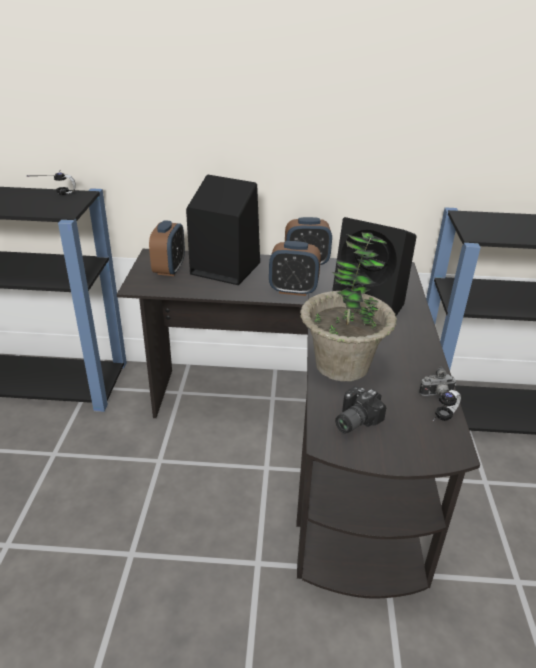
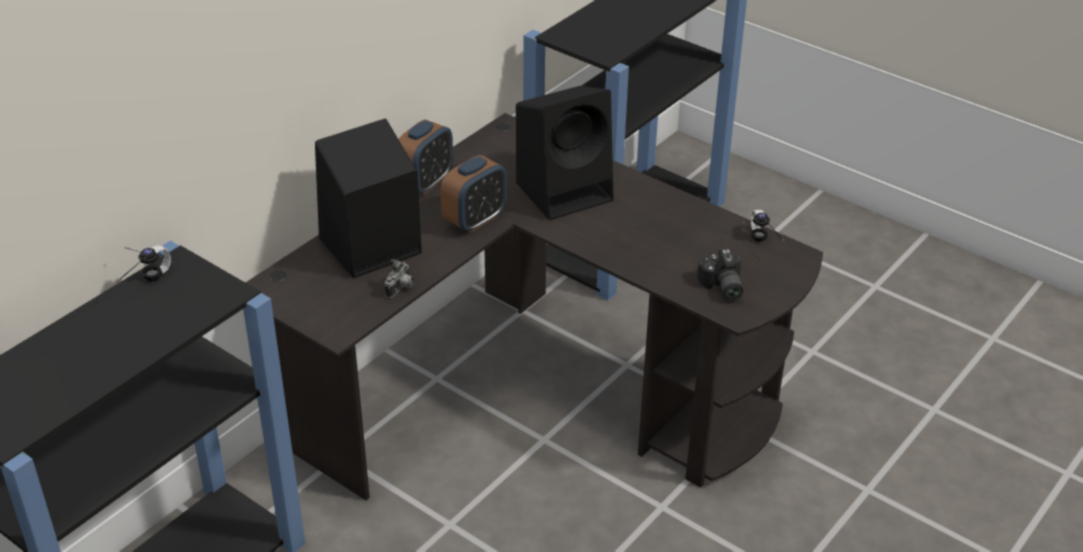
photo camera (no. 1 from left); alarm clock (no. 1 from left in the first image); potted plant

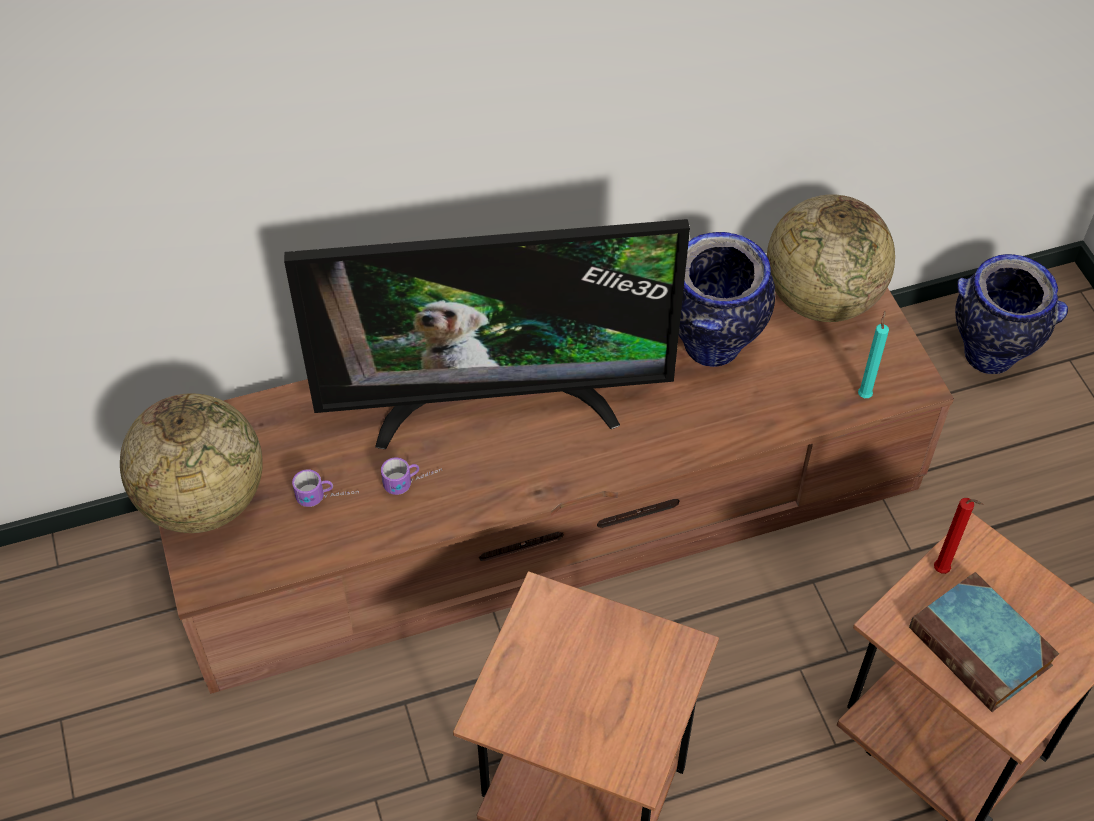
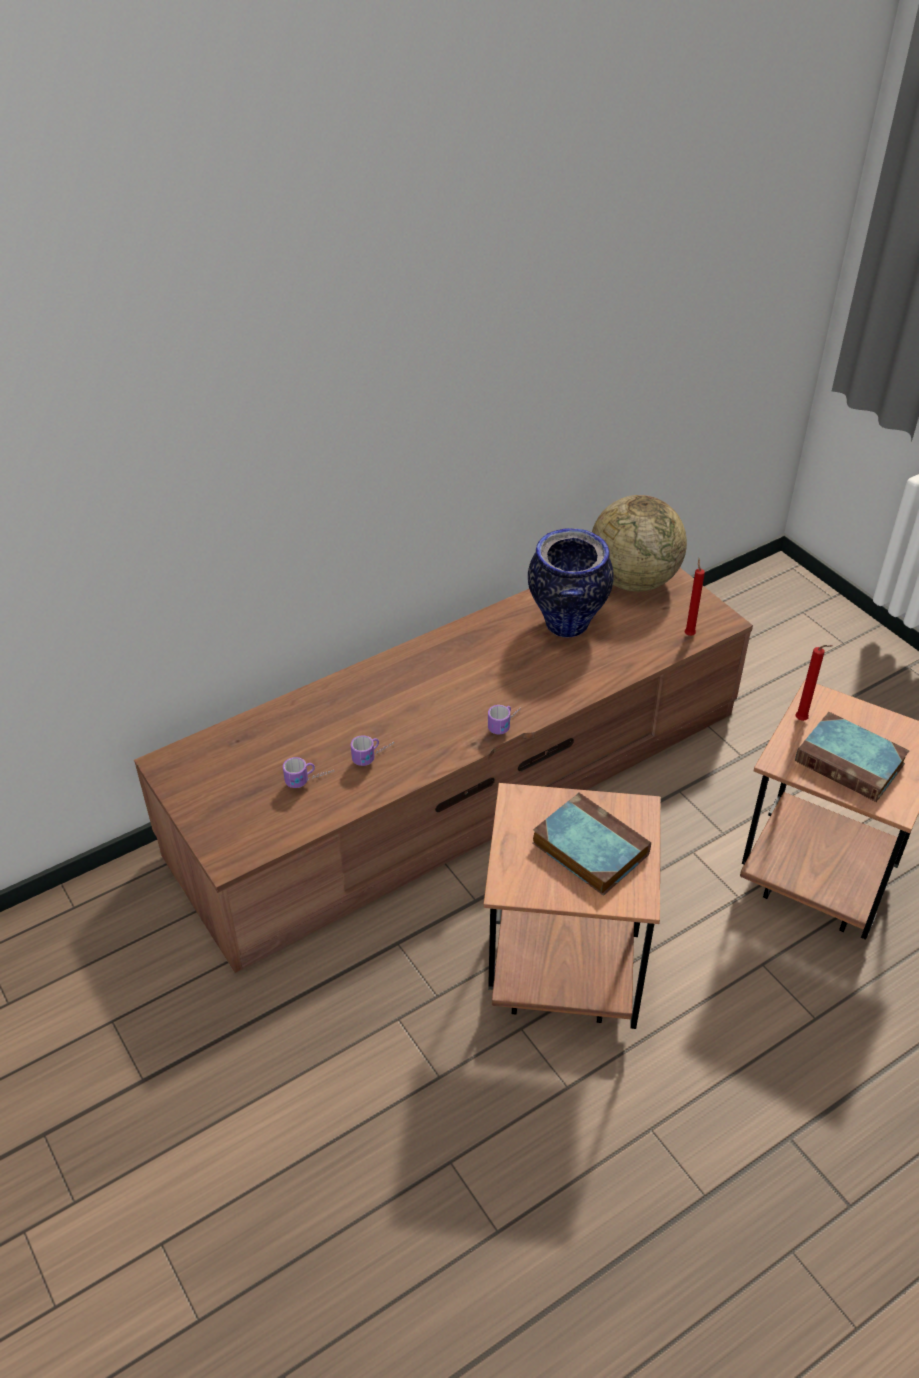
mug (no. 3 from left); book (no. 1 from left); red candle (no. 1 from left); globe (no. 1 from left in the first image); television; vase (no. 2 from left in the first image)

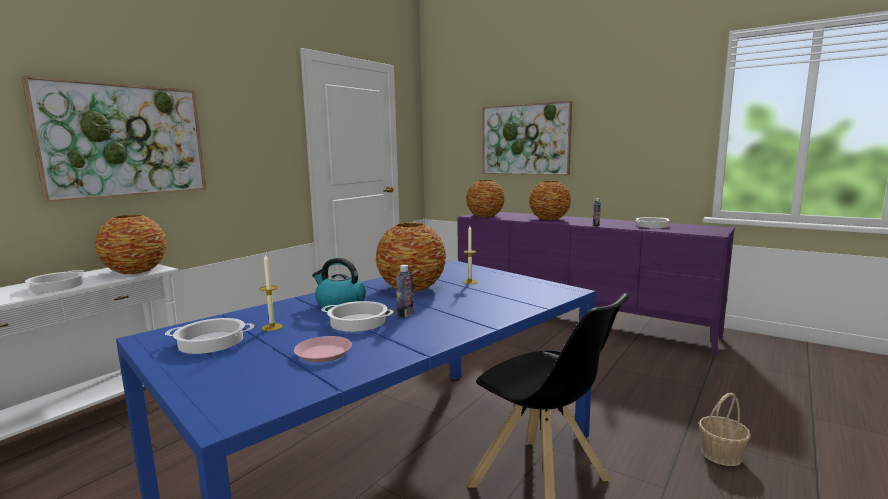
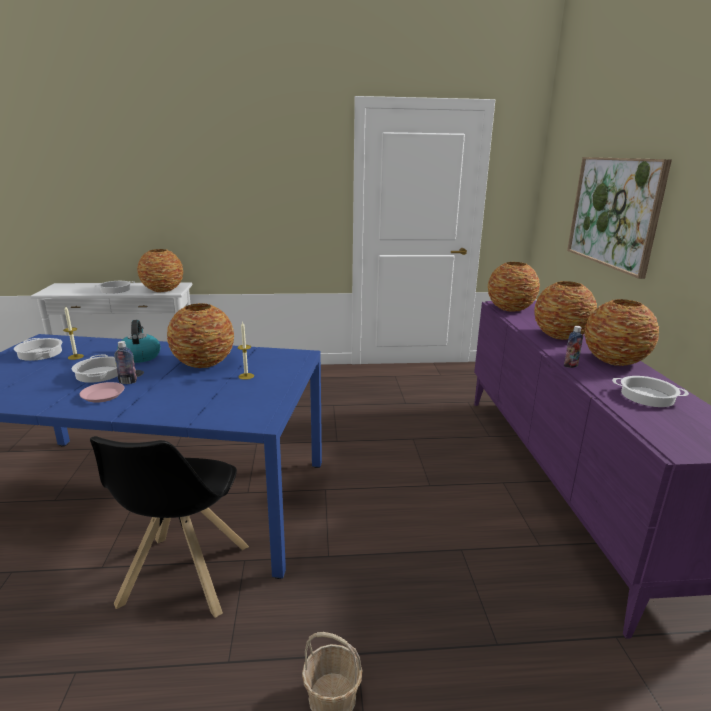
pink plate; vase (no. 5 from left); picture (no. 1 from left in the first image)

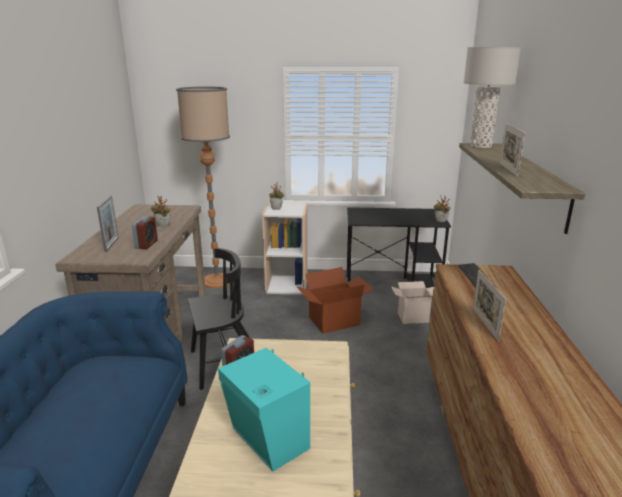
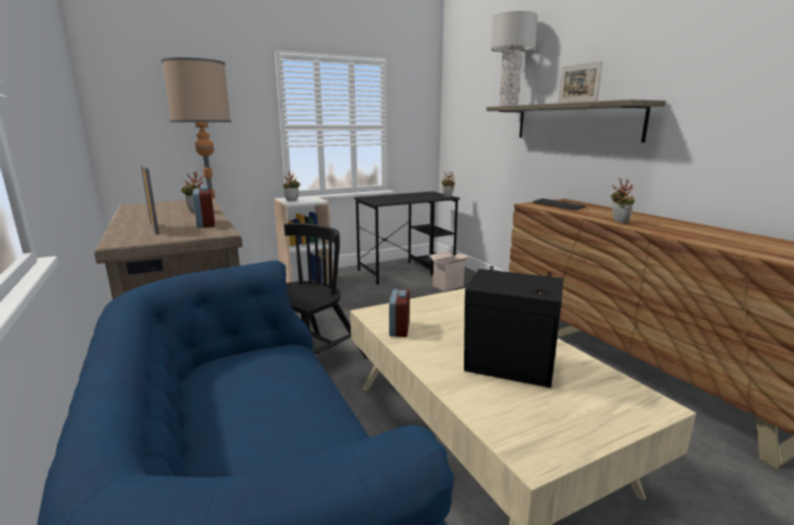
black speaker; potted plant (no. 4 from left); cardboard box (no. 1 from left in the first image)

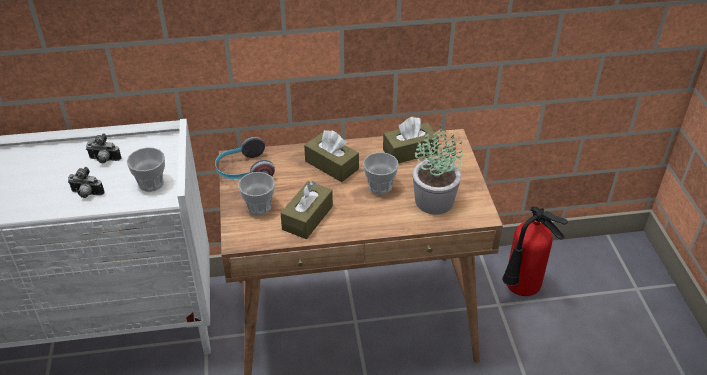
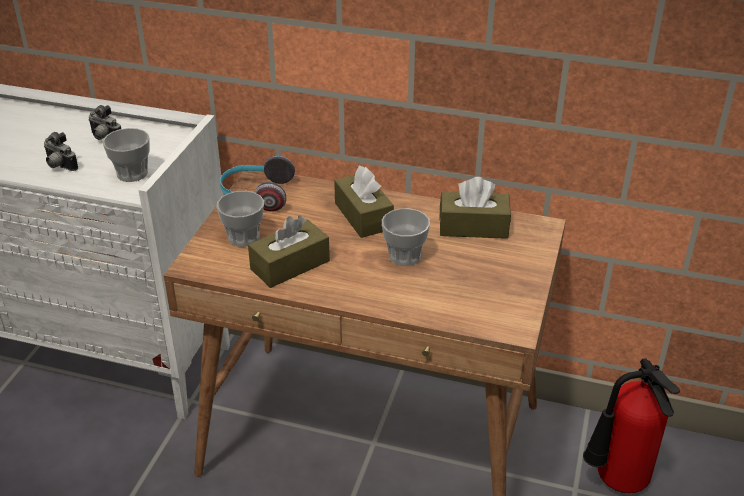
potted plant

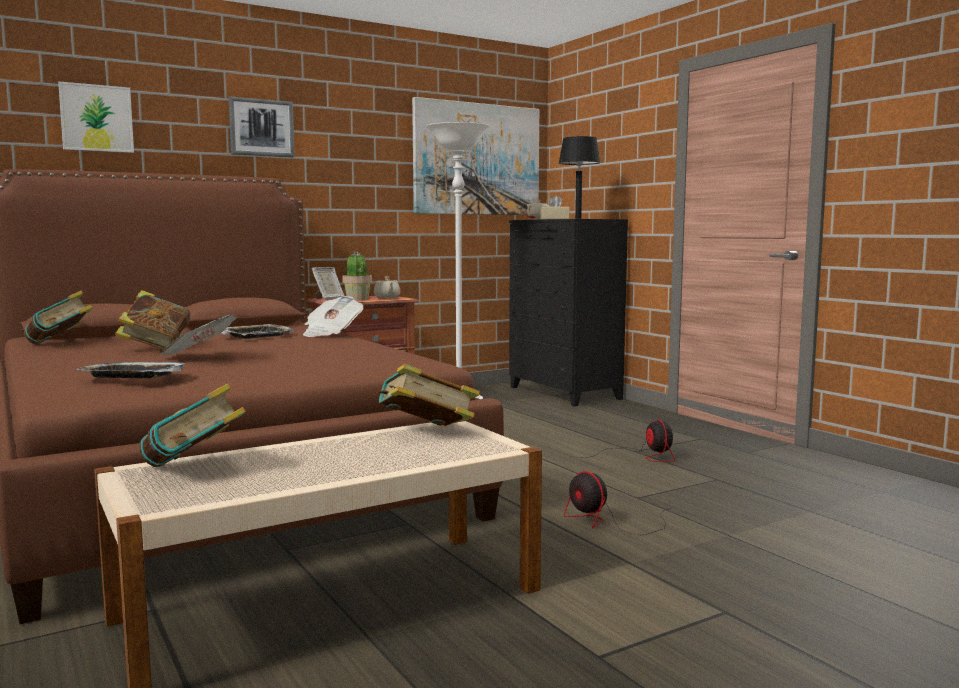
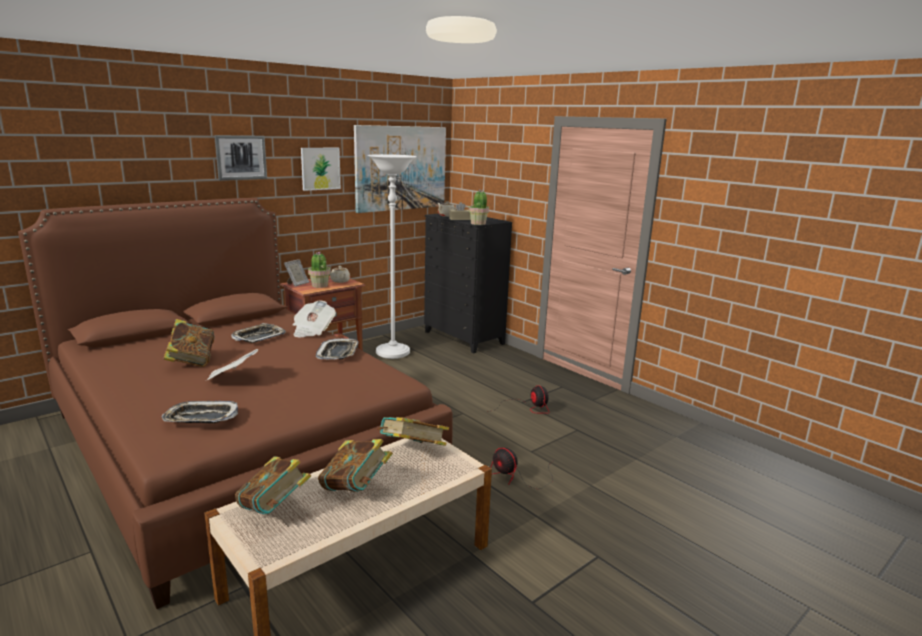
picture (no. 2 from left); tray (no. 3 from left); book (no. 3 from left); potted plant (no. 2 from left)

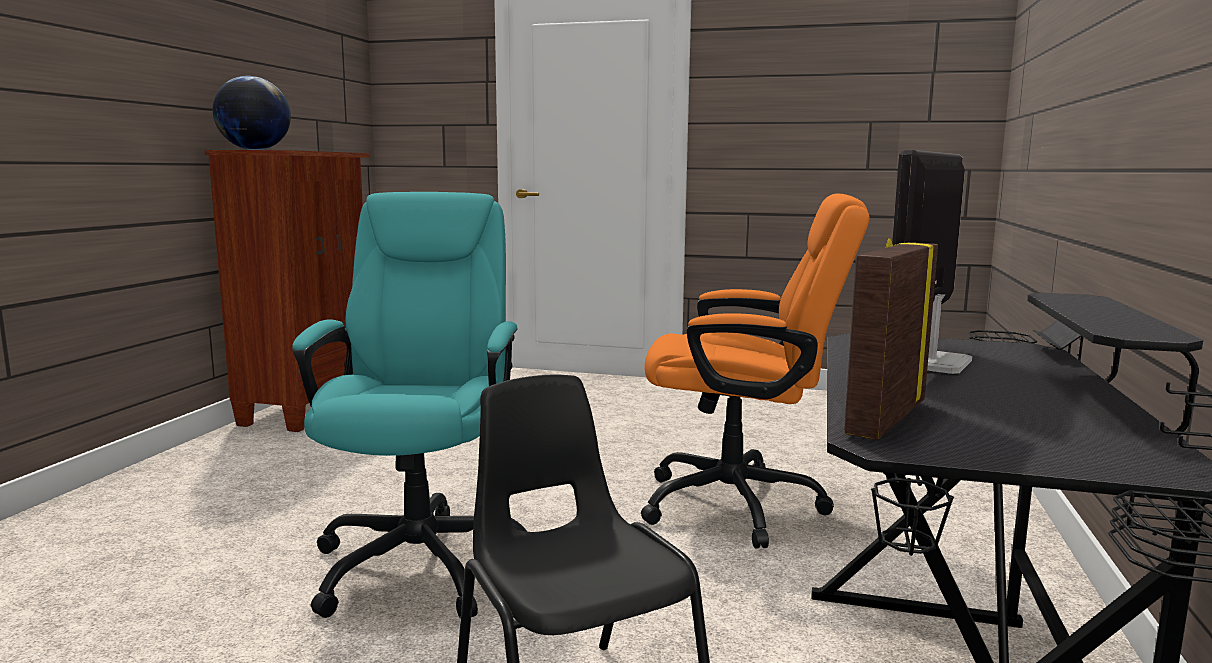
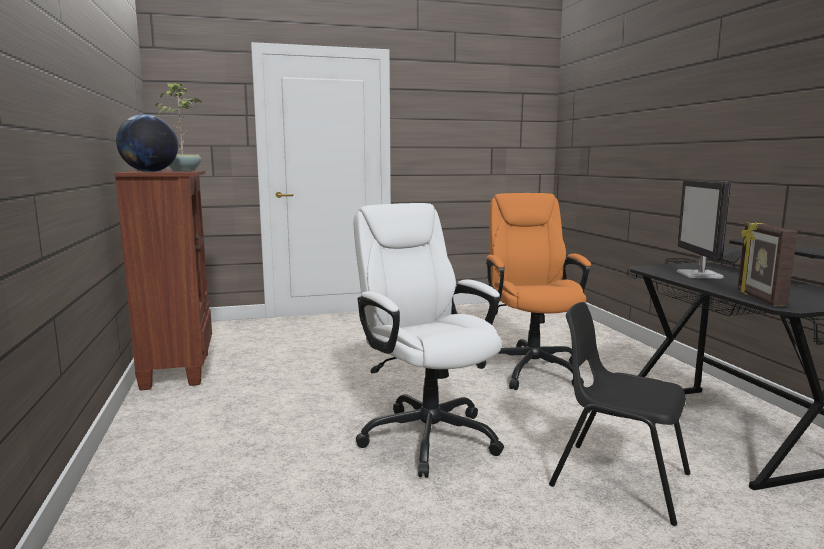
potted plant; white office chair; orange office chair

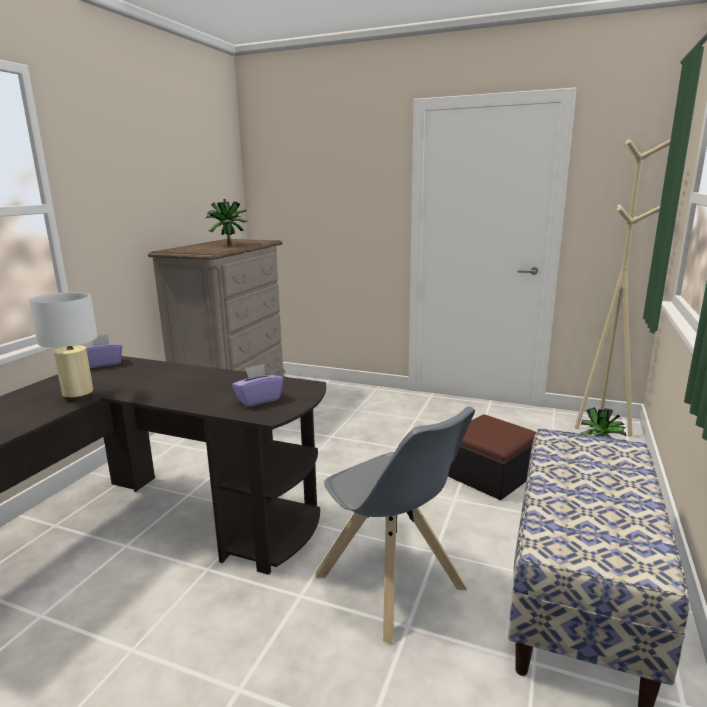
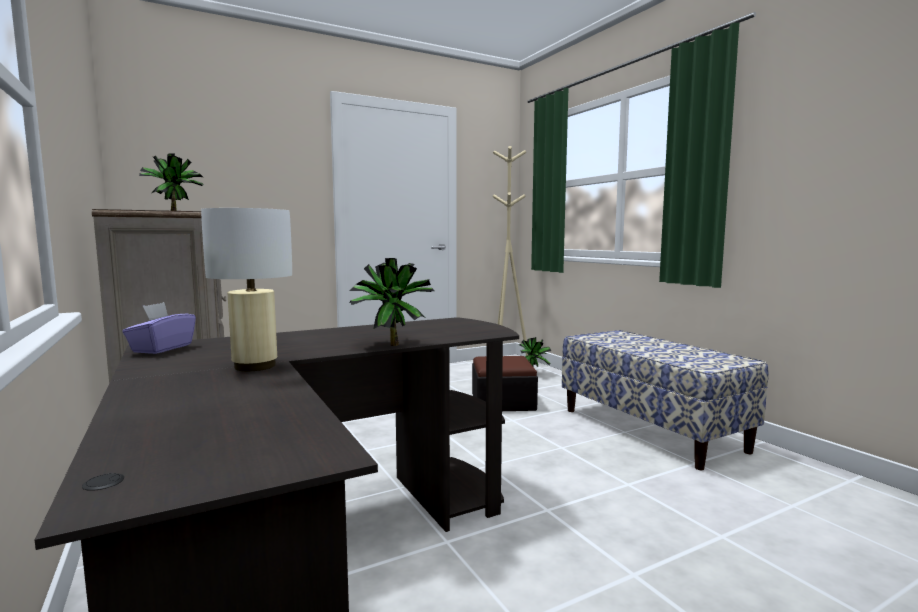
potted plant (no. 2 from left); purple tissue box (no. 2 from left in the first image); grey chair

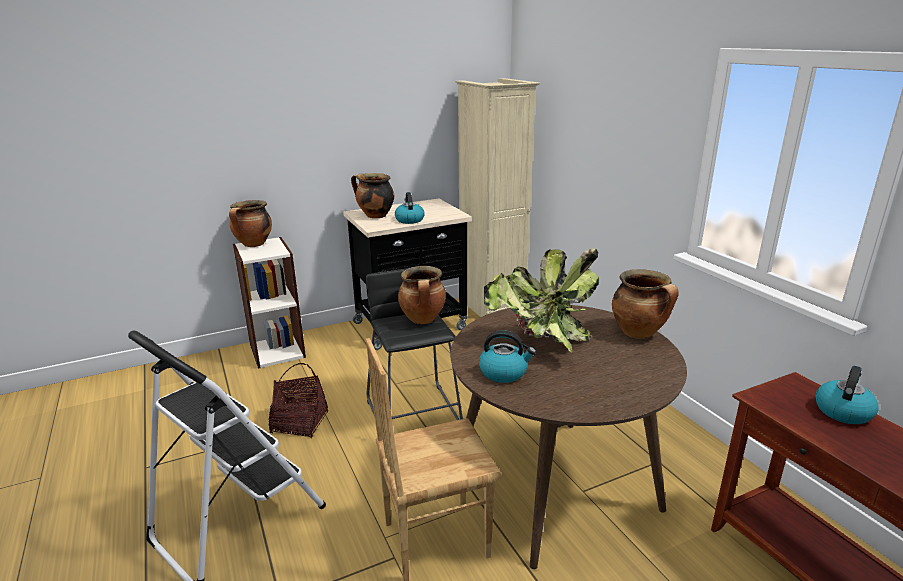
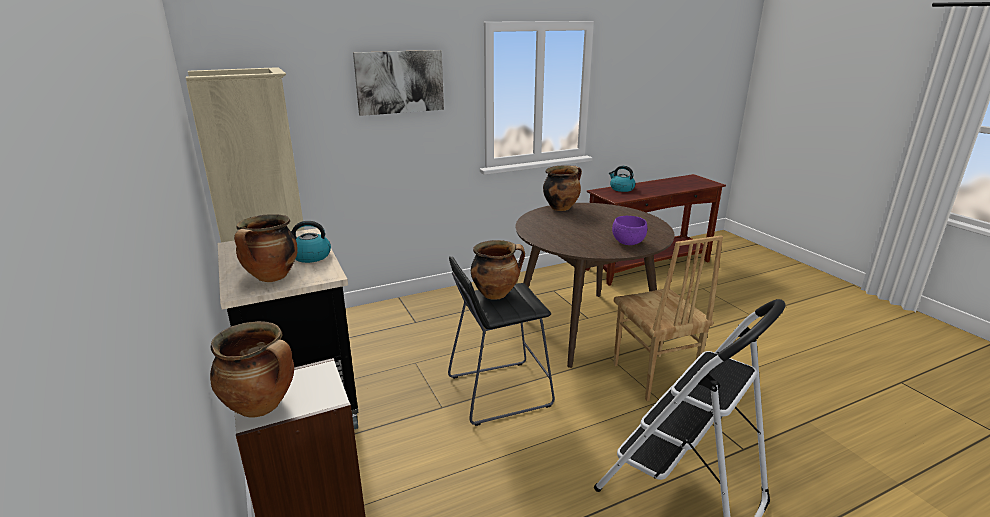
picture; purple bowl; basket; potted plant

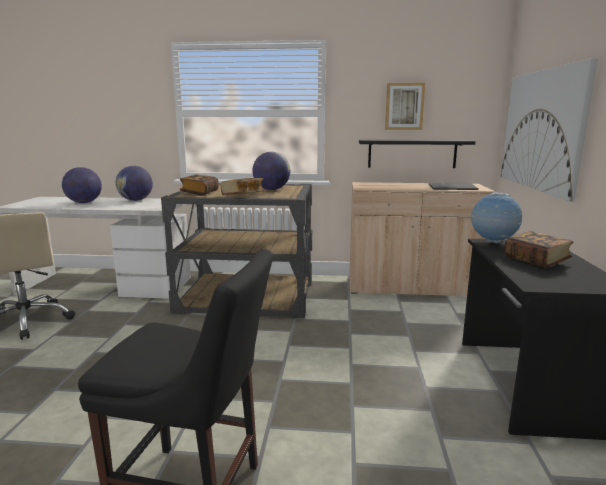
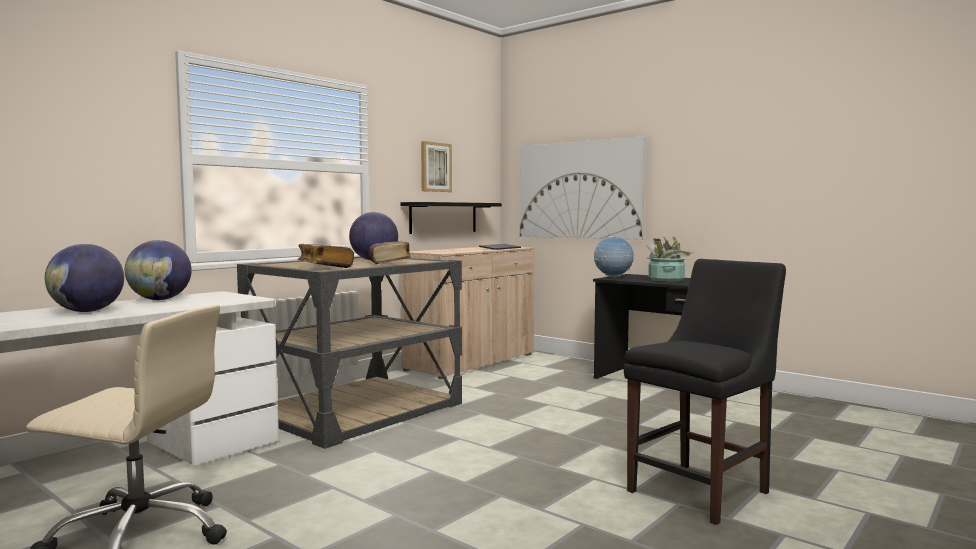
potted plant

